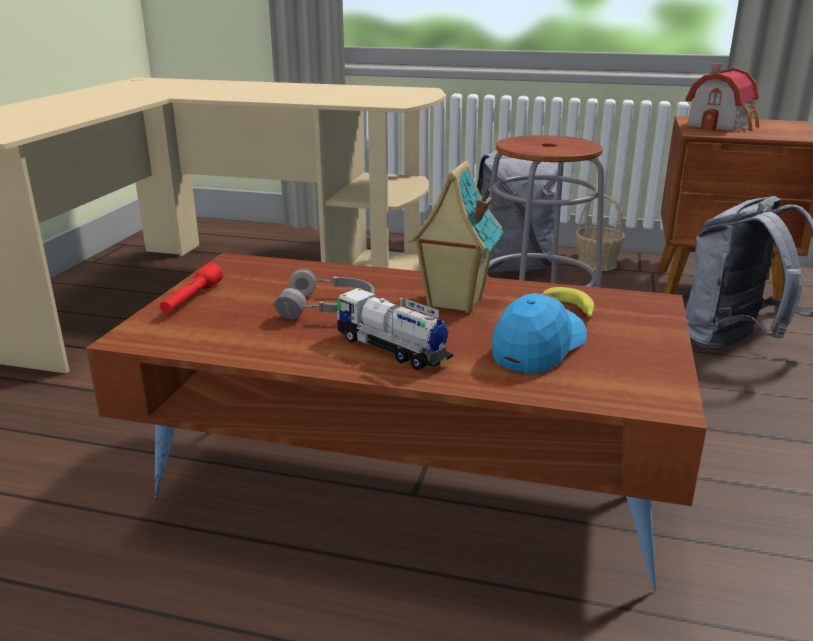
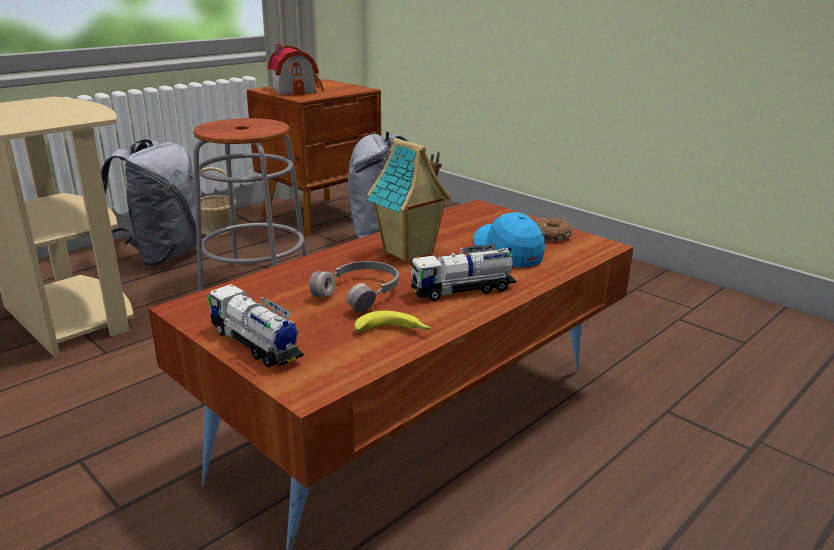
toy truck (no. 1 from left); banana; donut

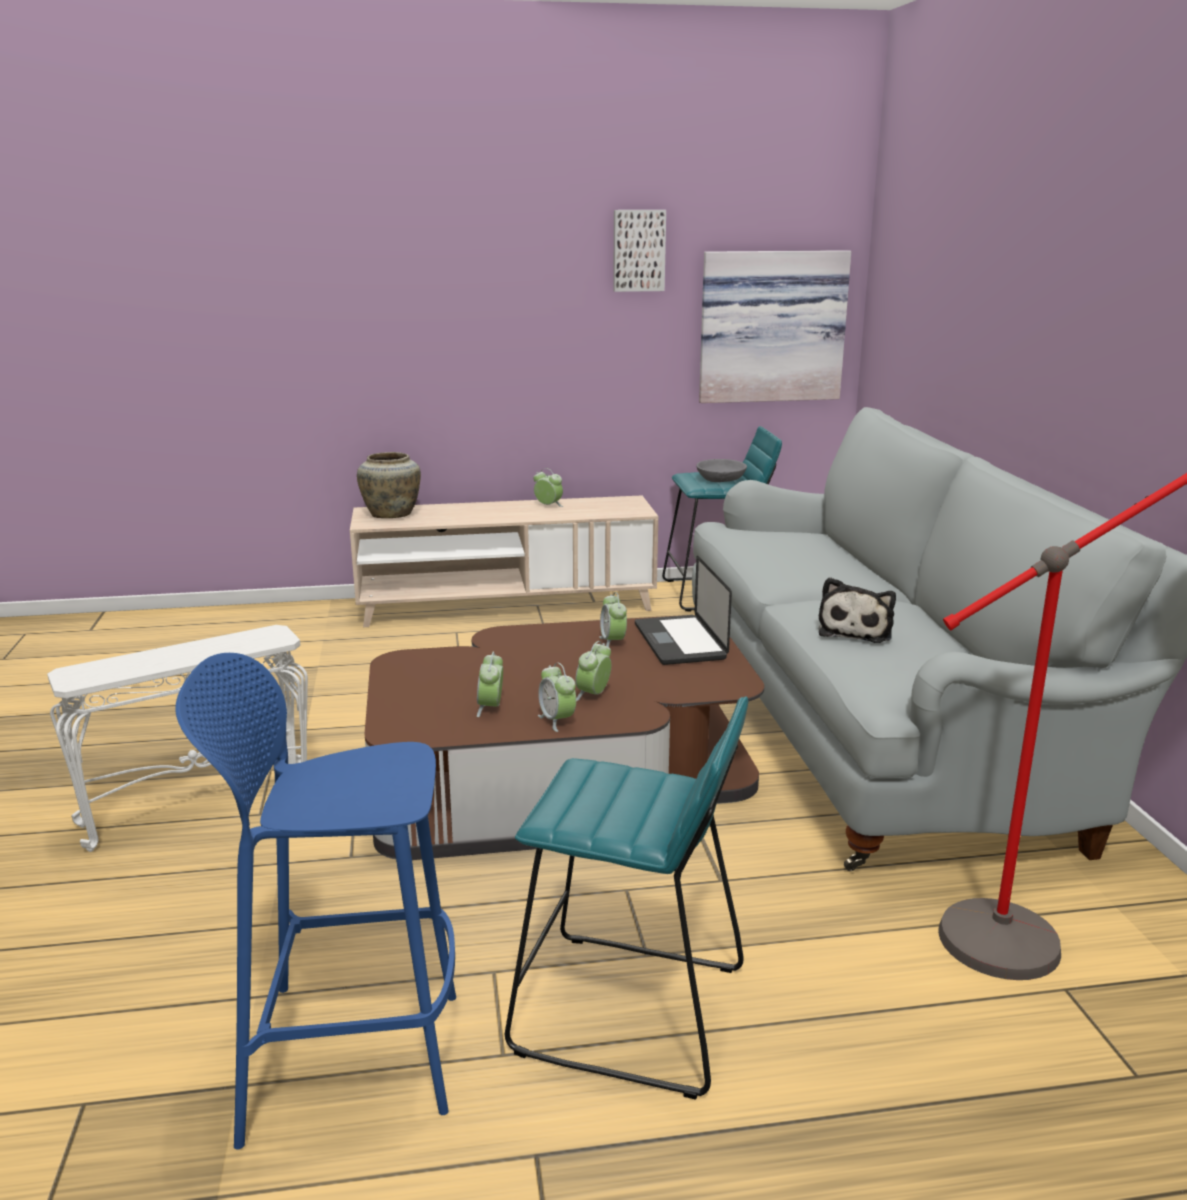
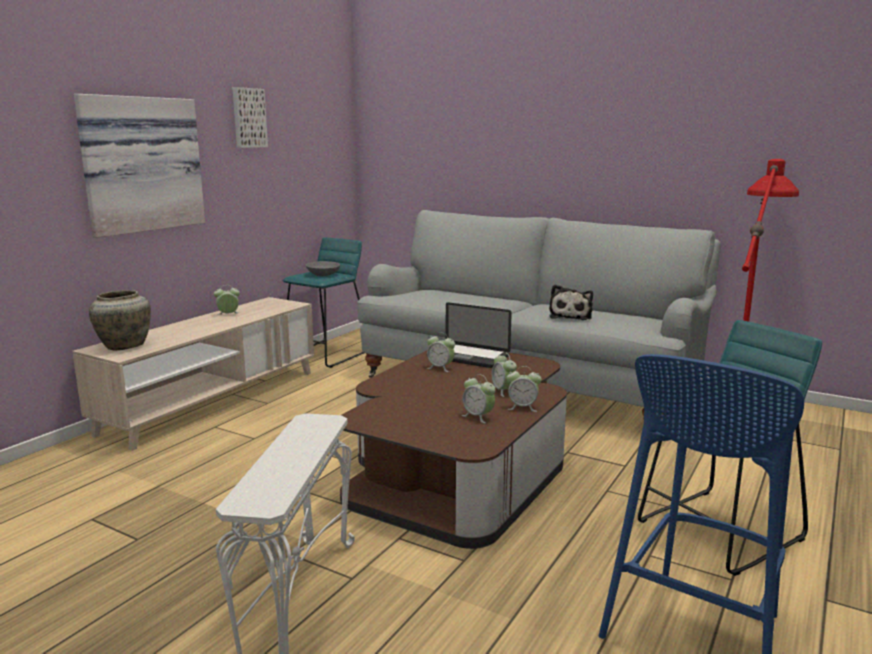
picture (no. 1 from left); plush toy

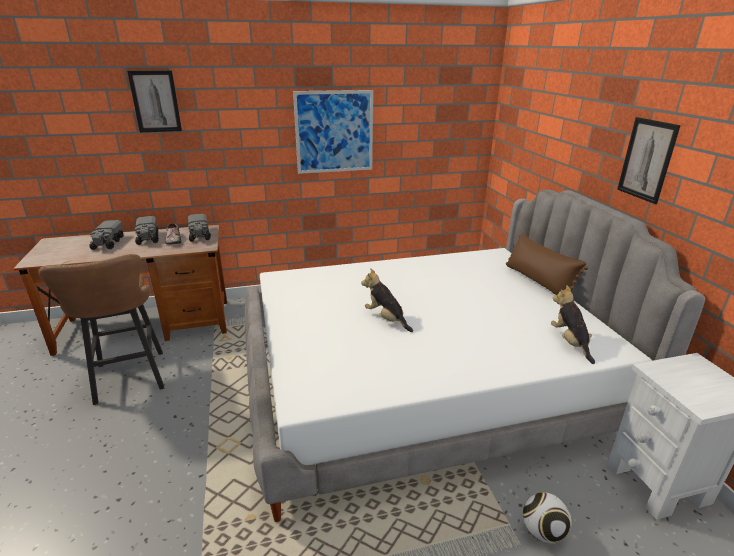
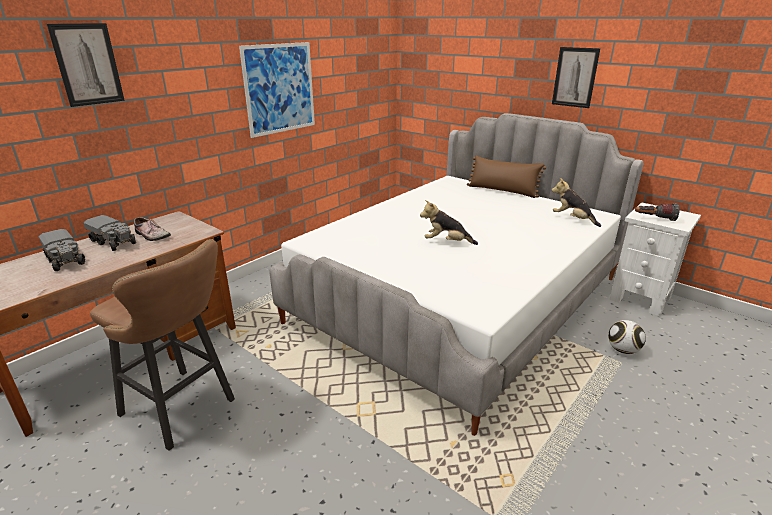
flashlight; toy truck (no. 3 from left in the first image)

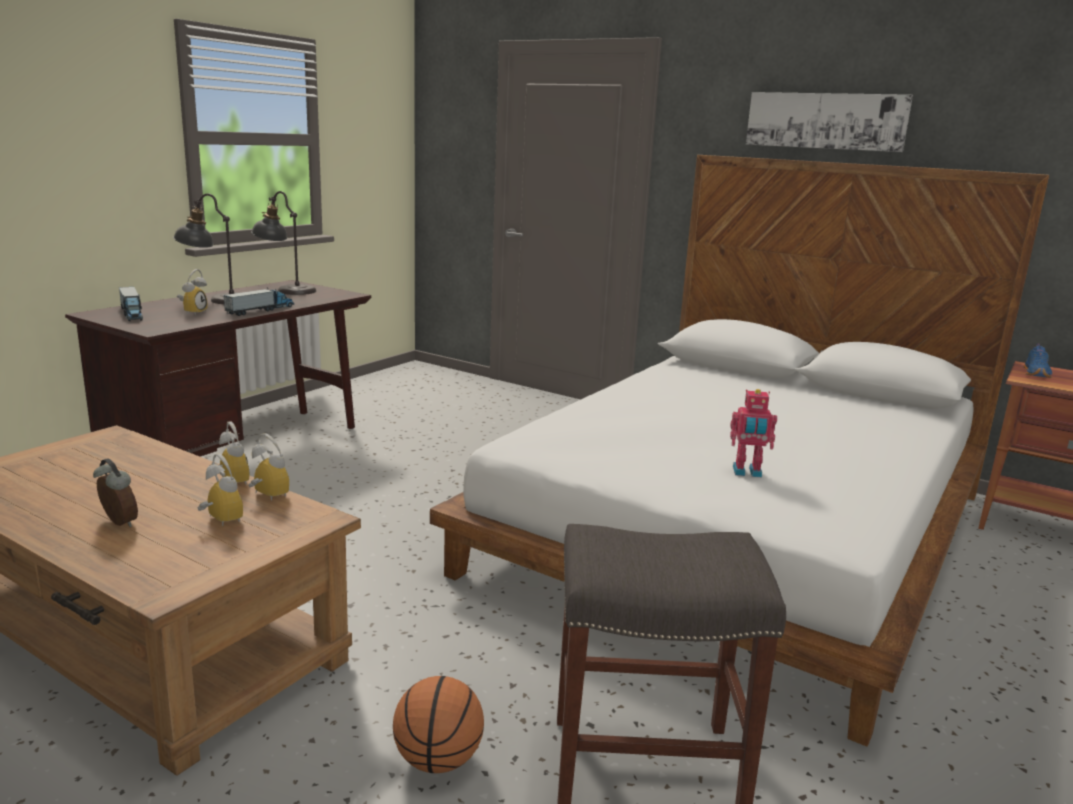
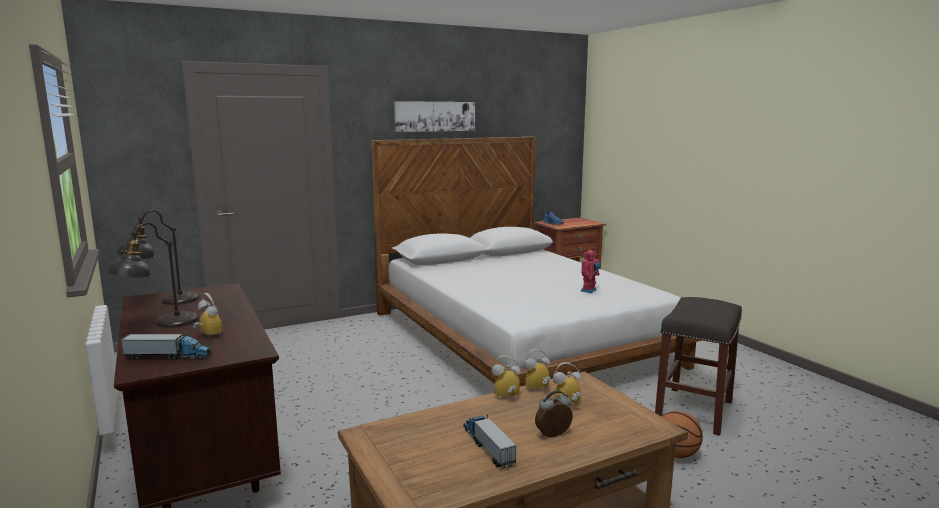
toy truck (no. 2 from left)

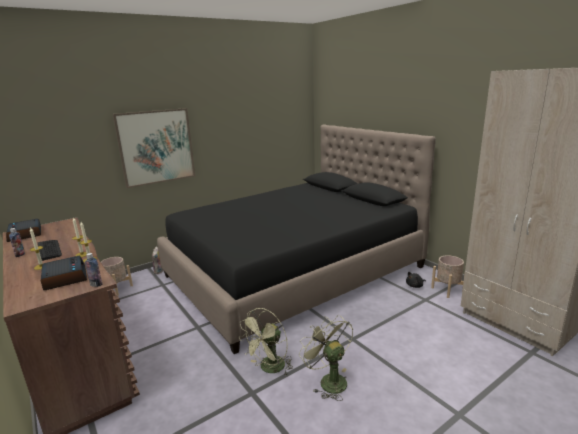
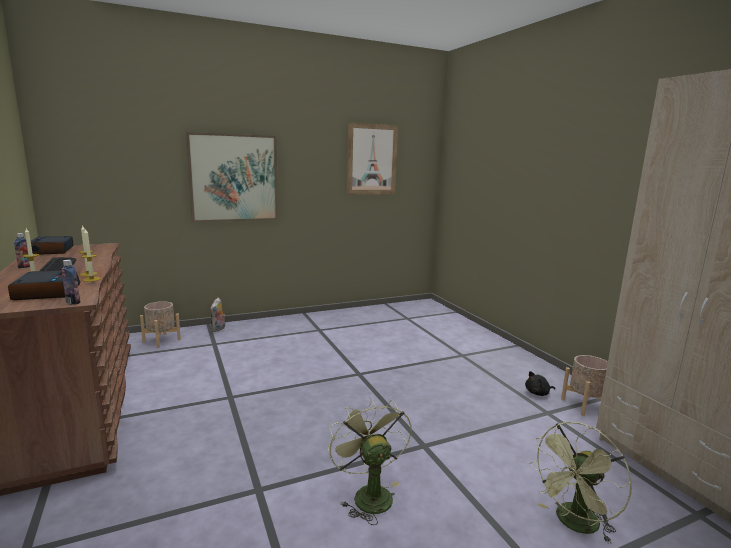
picture (no. 2 from left); green fan (no. 2 from left); black bed

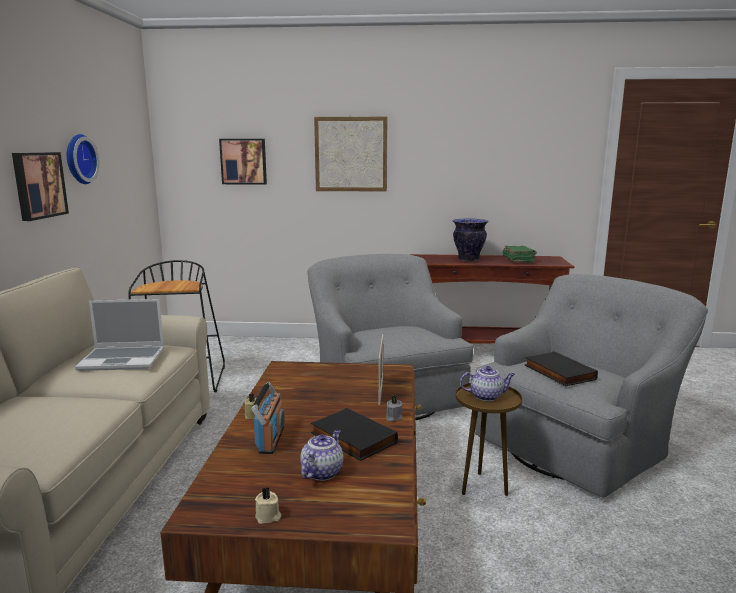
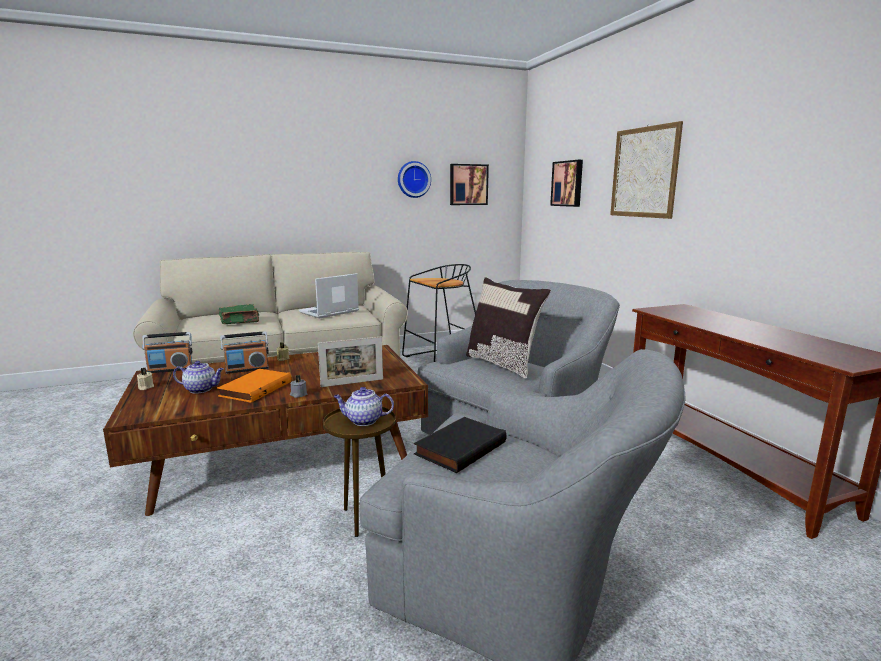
radio (no. 1 from left); orange book; green book; laptop; teapot (no. 2 from left); picture (no. 1 from left); pillow; vase

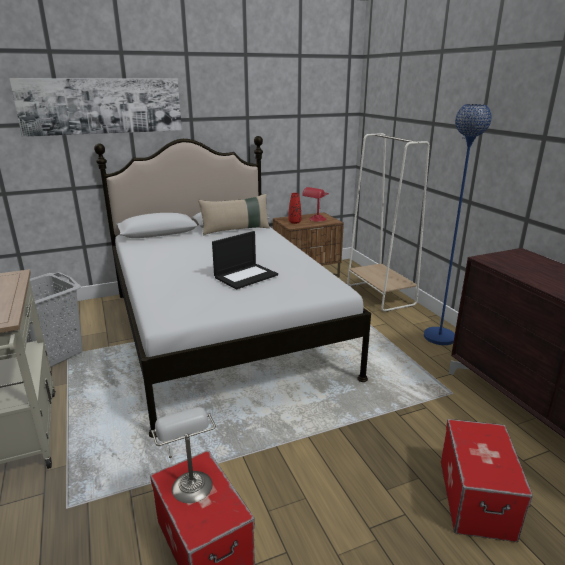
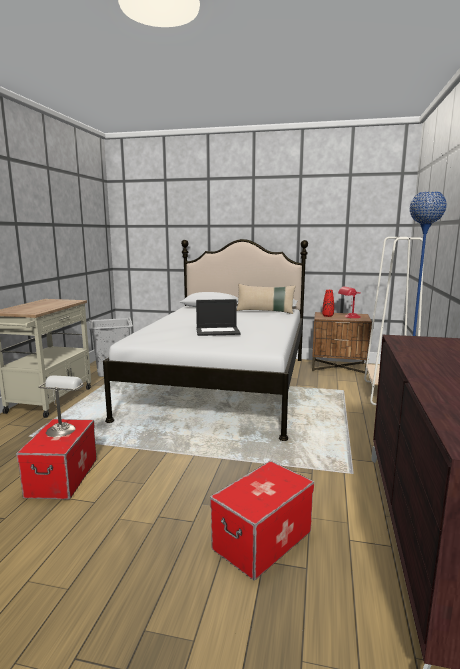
picture

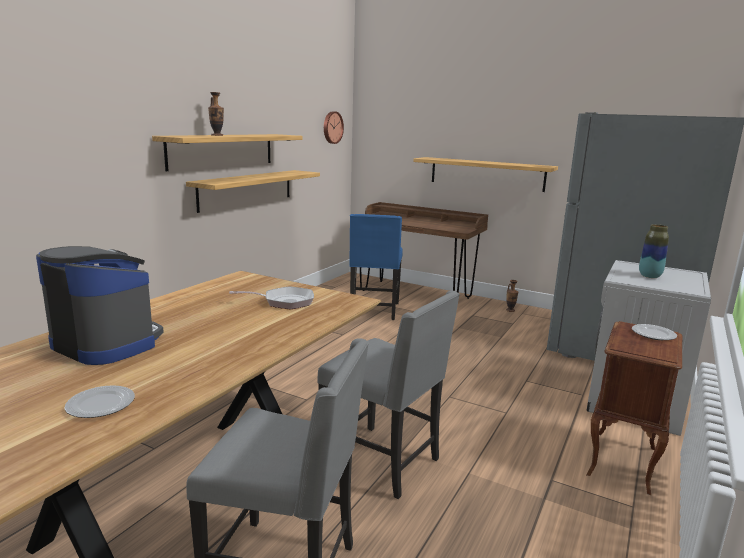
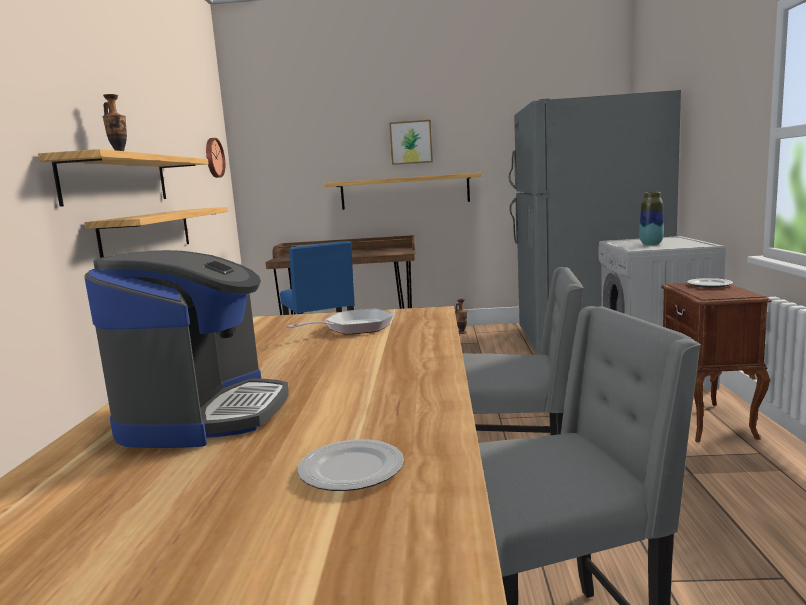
coffee machine; picture

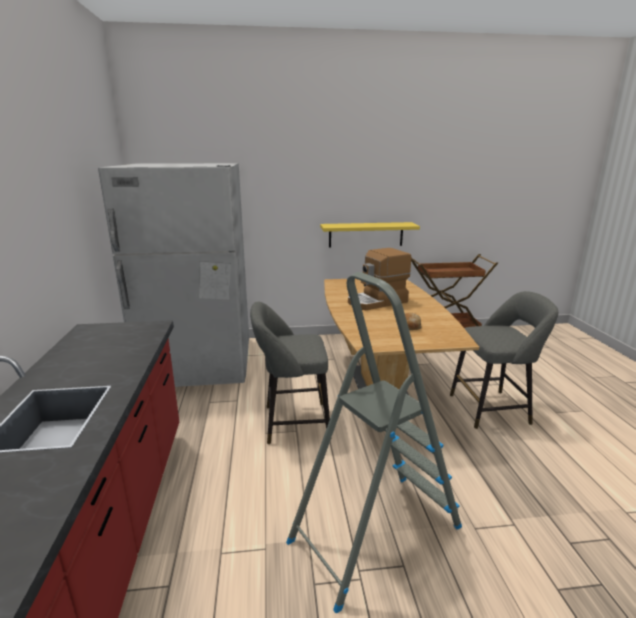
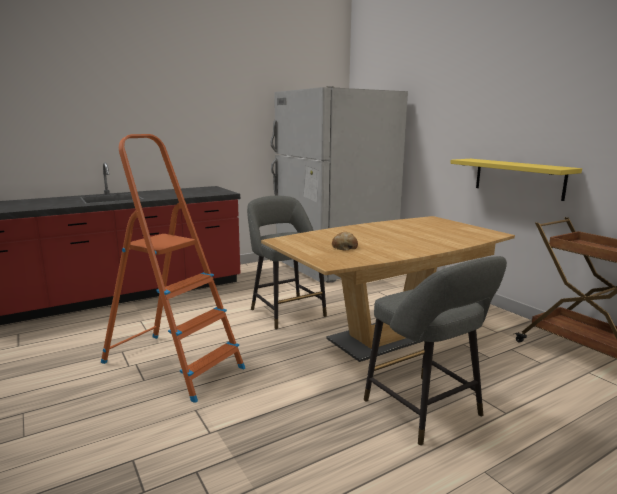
orange step ladder; coffee machine

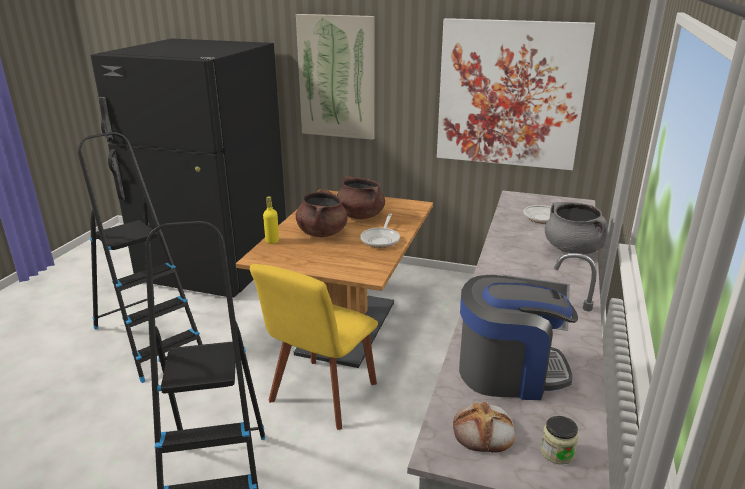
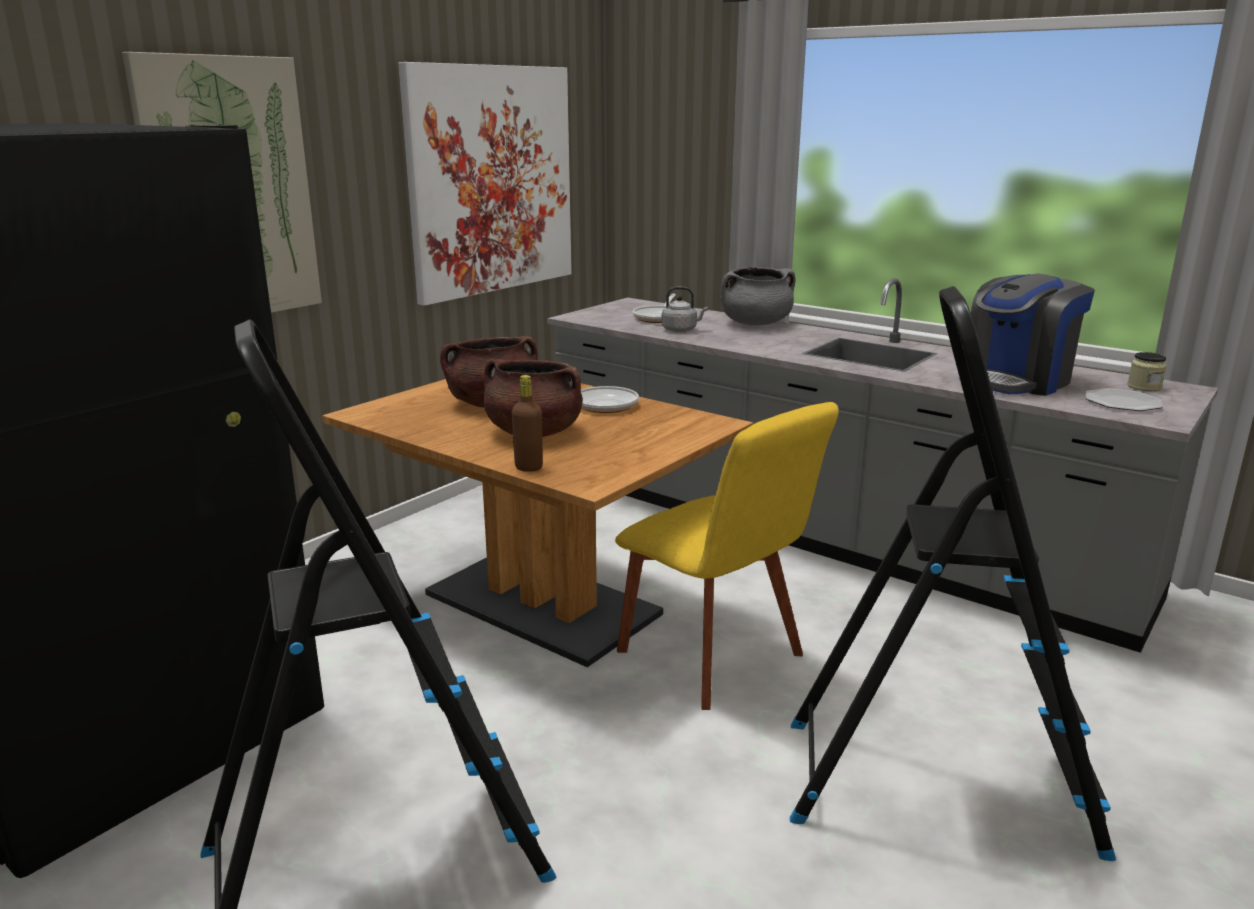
brown bottle; grey kettle; coffee machine; plate

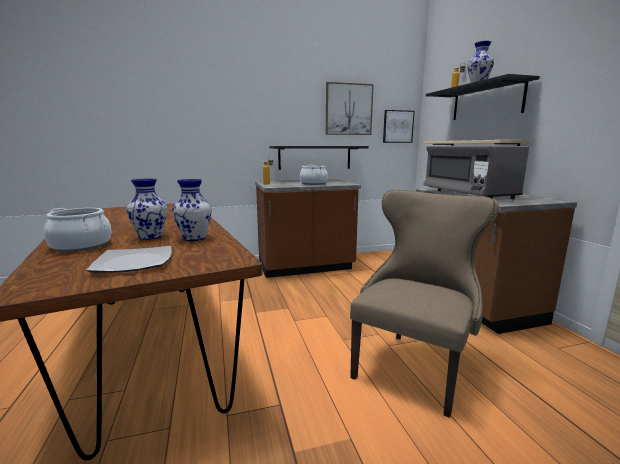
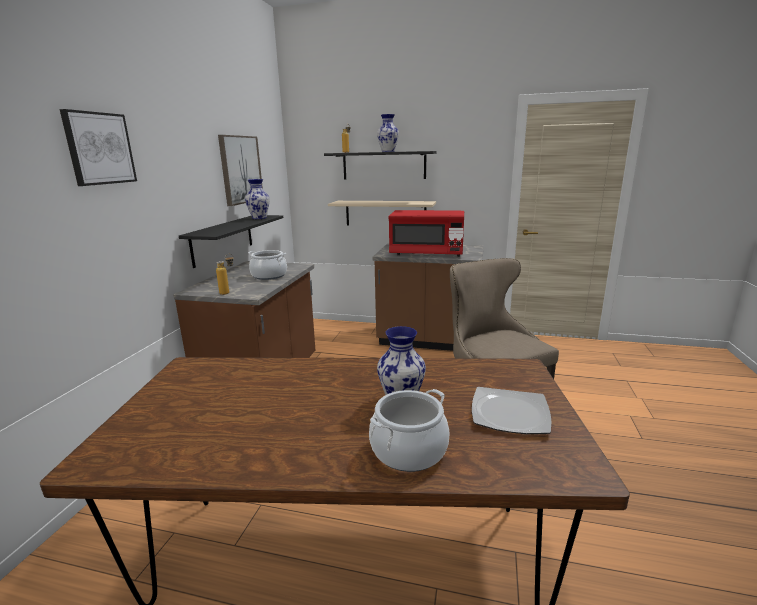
picture (no. 1 from left); vase (no. 1 from left); red microwave

